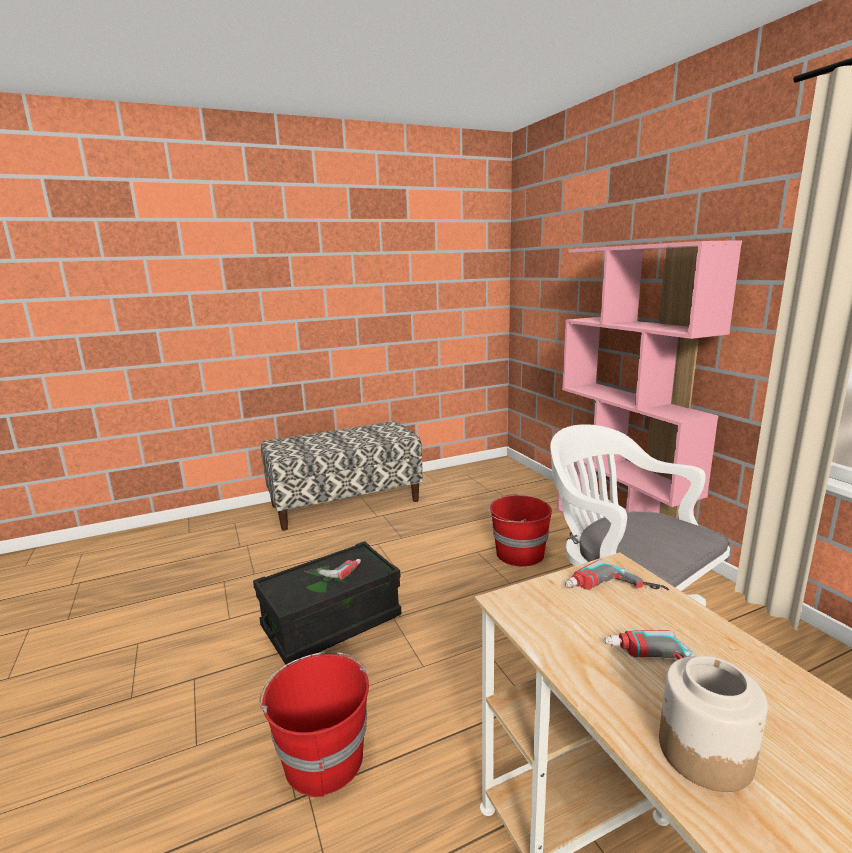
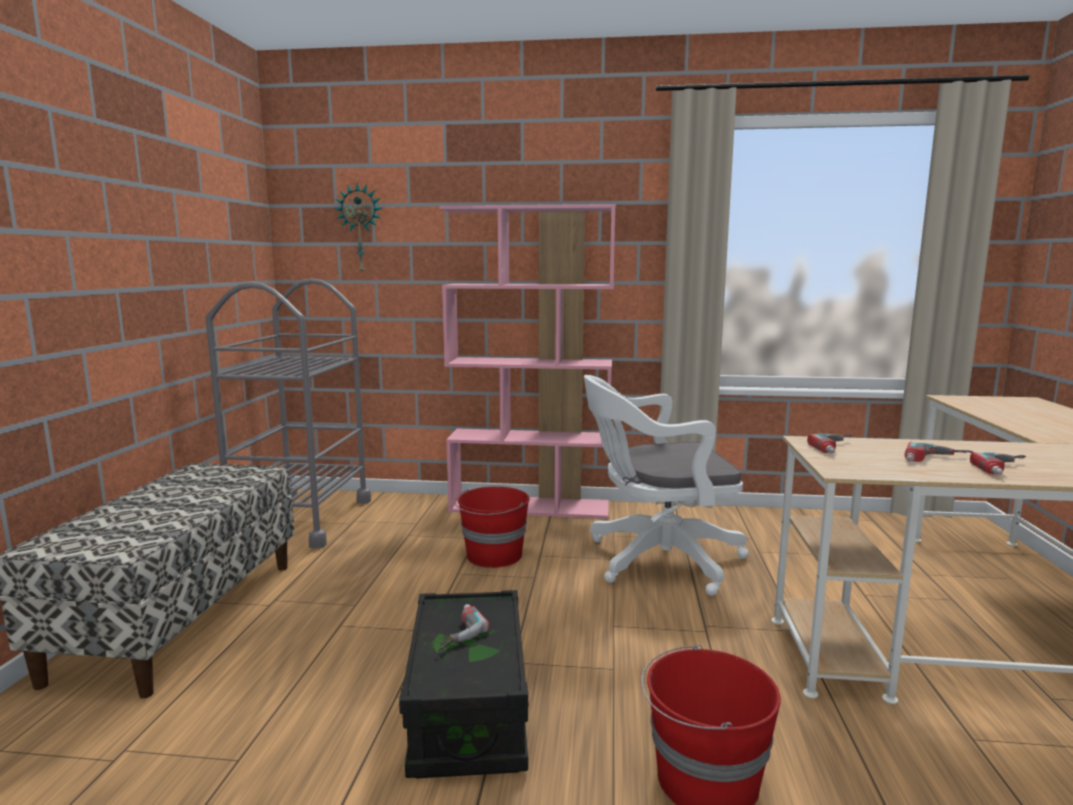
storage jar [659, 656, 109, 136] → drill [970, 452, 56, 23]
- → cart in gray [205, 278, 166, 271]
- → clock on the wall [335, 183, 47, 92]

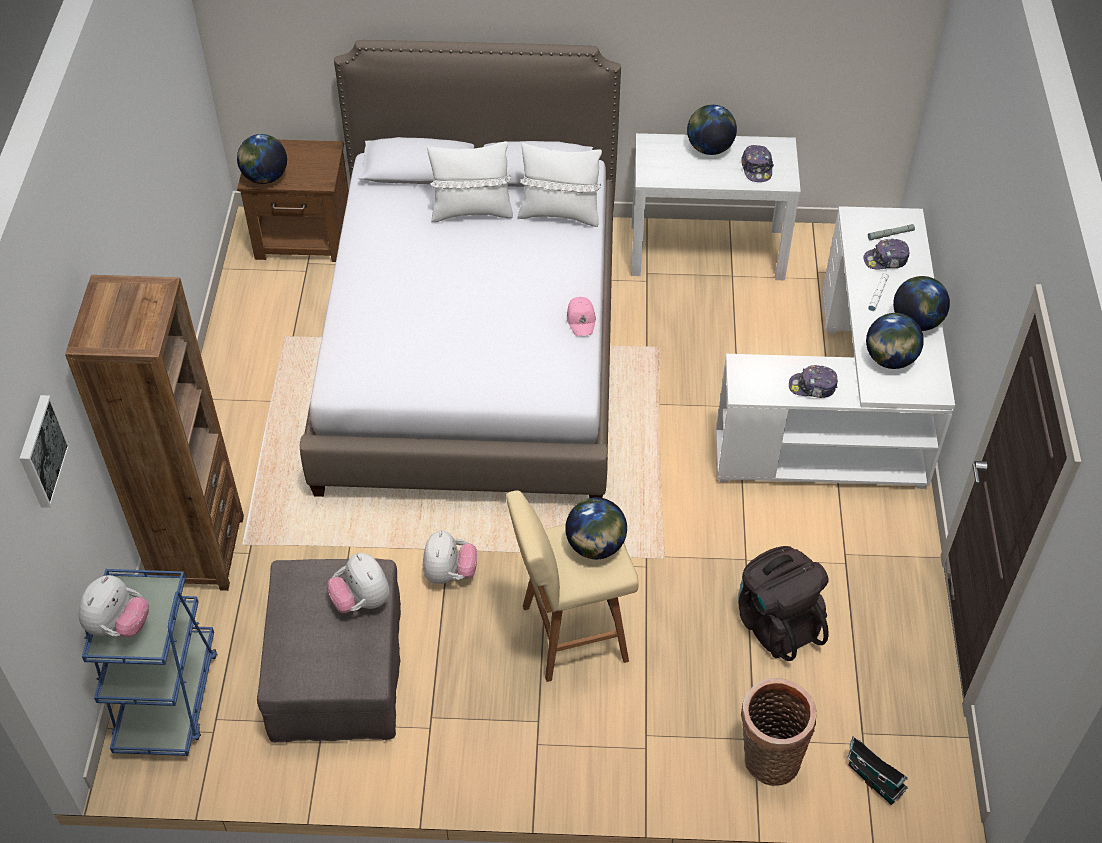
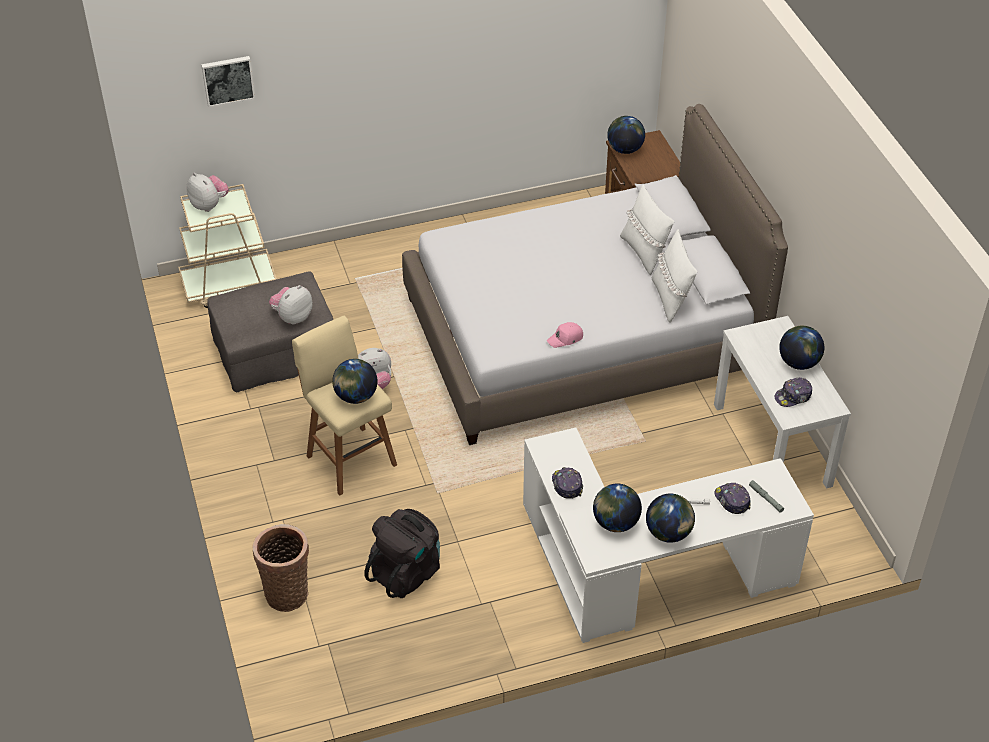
shelving unit in brown [65, 275, 179, 316] → -
cuddly toy [78, 575, 71, 62] → cuddly toy [187, 173, 42, 39], 135 degrees counterclockwise
cart in blue [82, 569, 136, 187] → cart in beige [178, 184, 99, 124]
model house [847, 737, 61, 68] → -

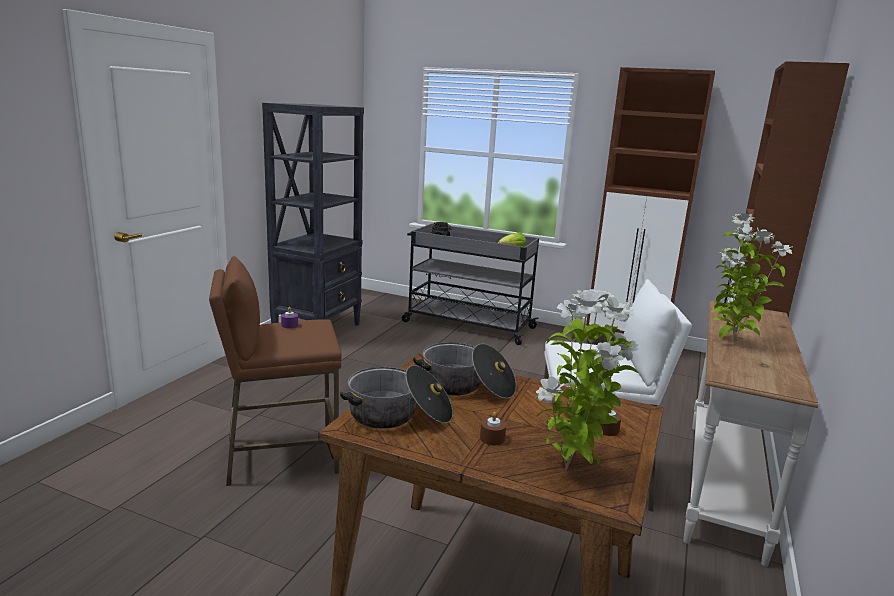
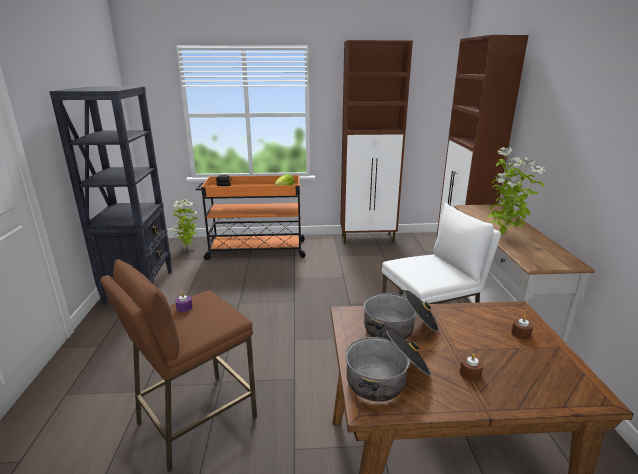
cart in gray [402, 223, 137, 122] → cart in orangey [196, 175, 111, 85]
plant in a pot [536, 289, 103, 181] → plant in a pot [172, 199, 26, 50], relocated

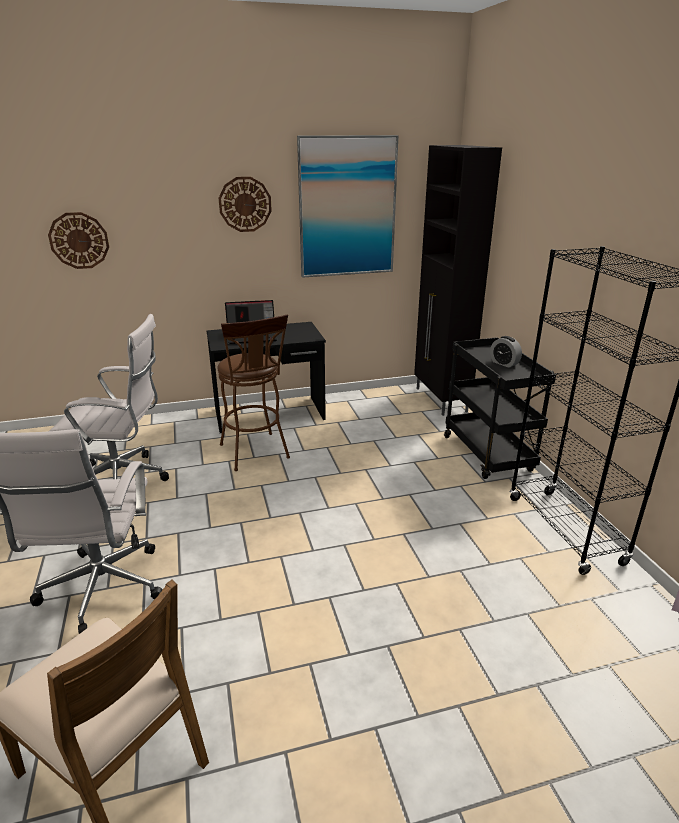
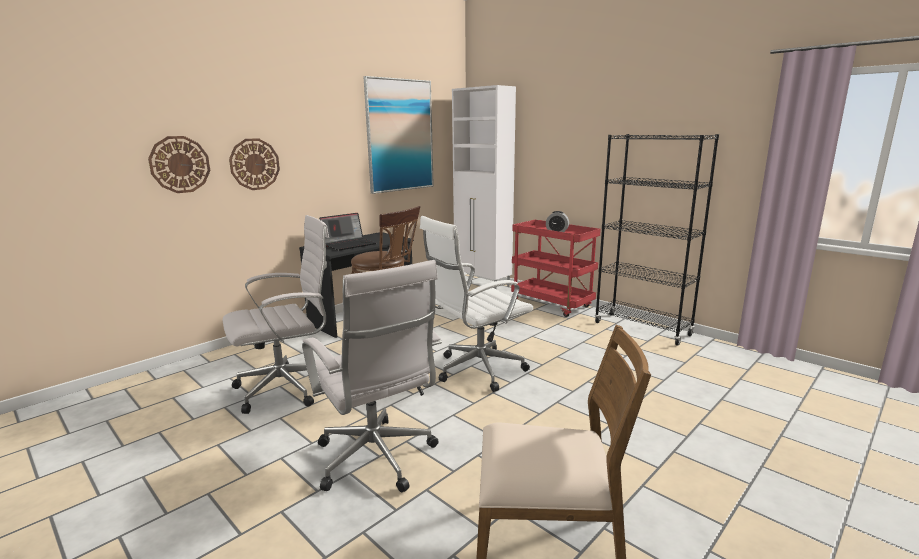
clock on the wall [219, 177, 53, 55] → clock on the wall [229, 138, 51, 52], relocated
cabinet in black-coloured [414, 145, 88, 271] → cabinet in white [452, 85, 64, 205]
cart in black-coloured [444, 337, 112, 142] → cart in red-coloured [511, 220, 90, 97]
- → computer chair in white [420, 216, 113, 176]

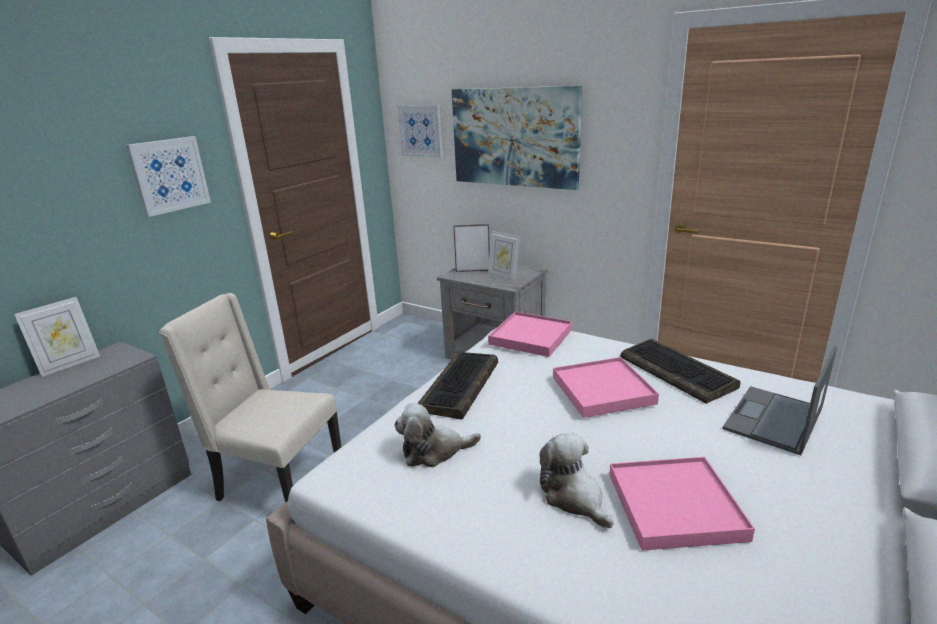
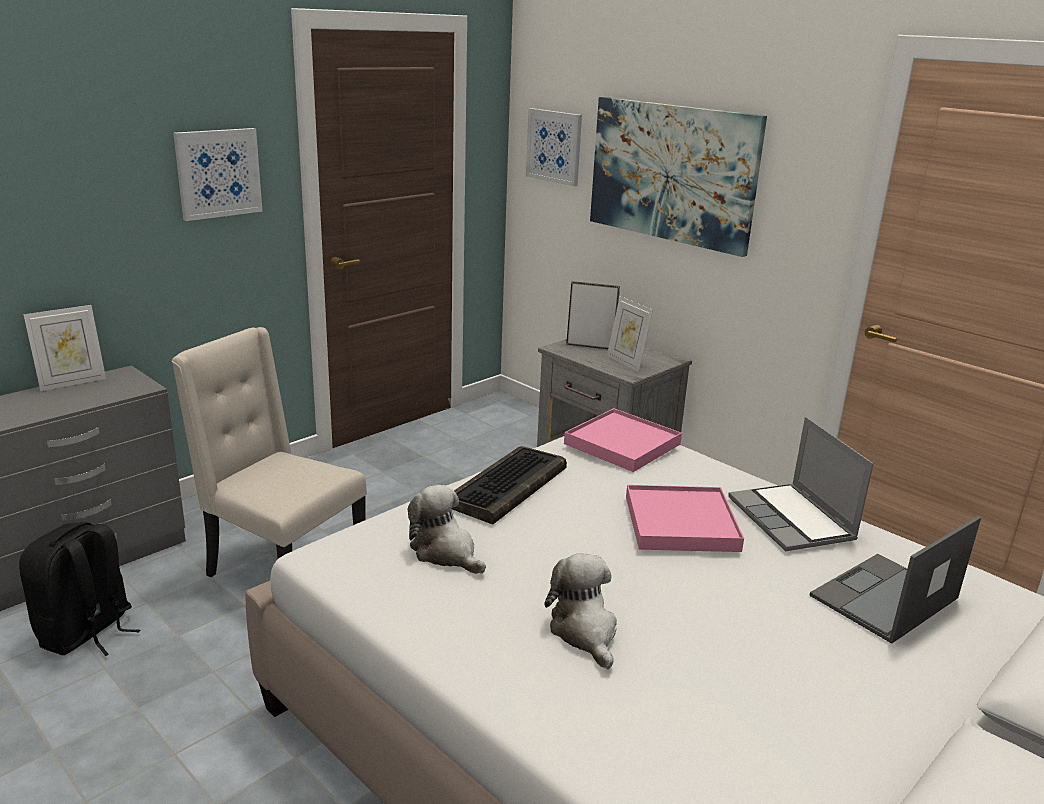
cuddly toy [394, 403, 87, 64] → cuddly toy [408, 485, 78, 89], 45 degrees clockwise
serving tray in pink [609, 457, 146, 94] → -
PC keyboard [620, 339, 120, 65] → portable computer [728, 417, 146, 134]
- → backpack in black-coloured [19, 522, 122, 134]

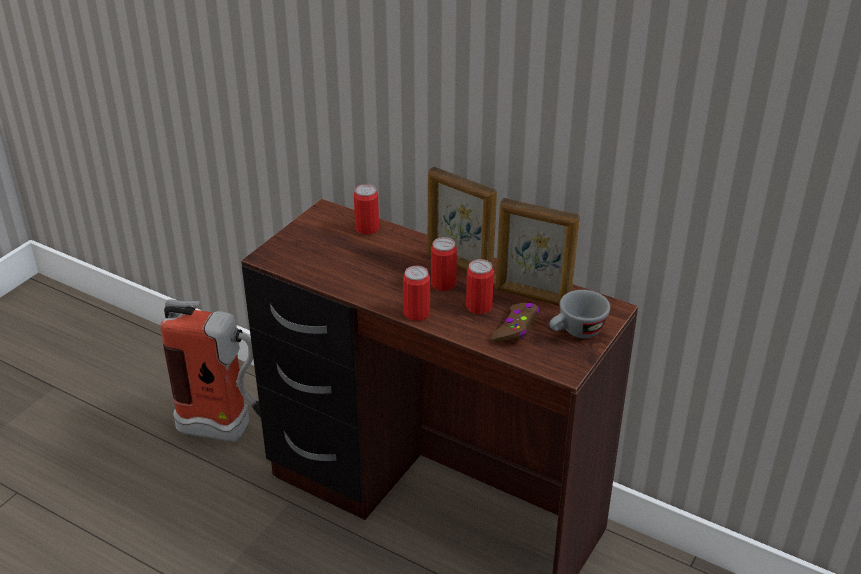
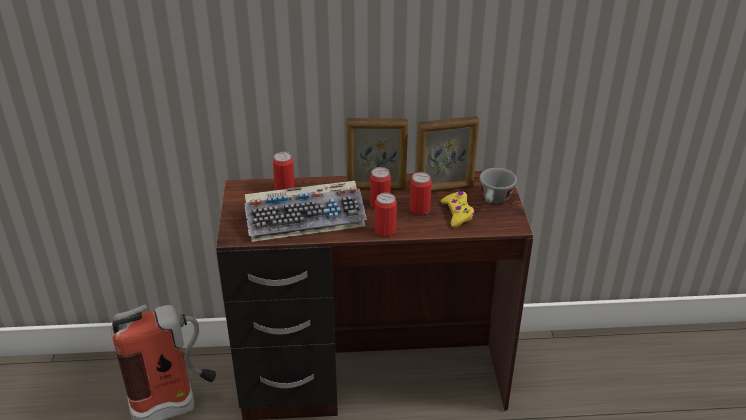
gamepad in brown [491, 303, 48, 39] → gamepad in yellow [441, 191, 34, 37]
- → PC keyboard [244, 181, 123, 61]

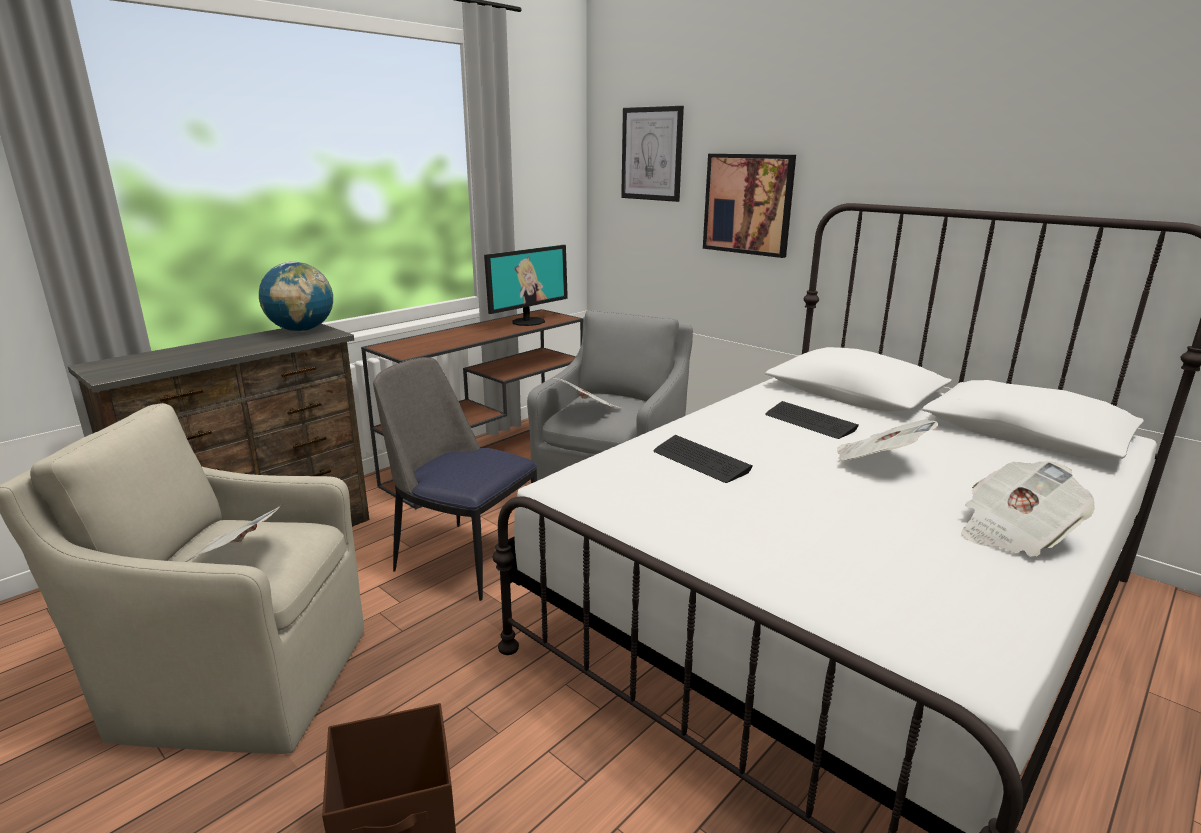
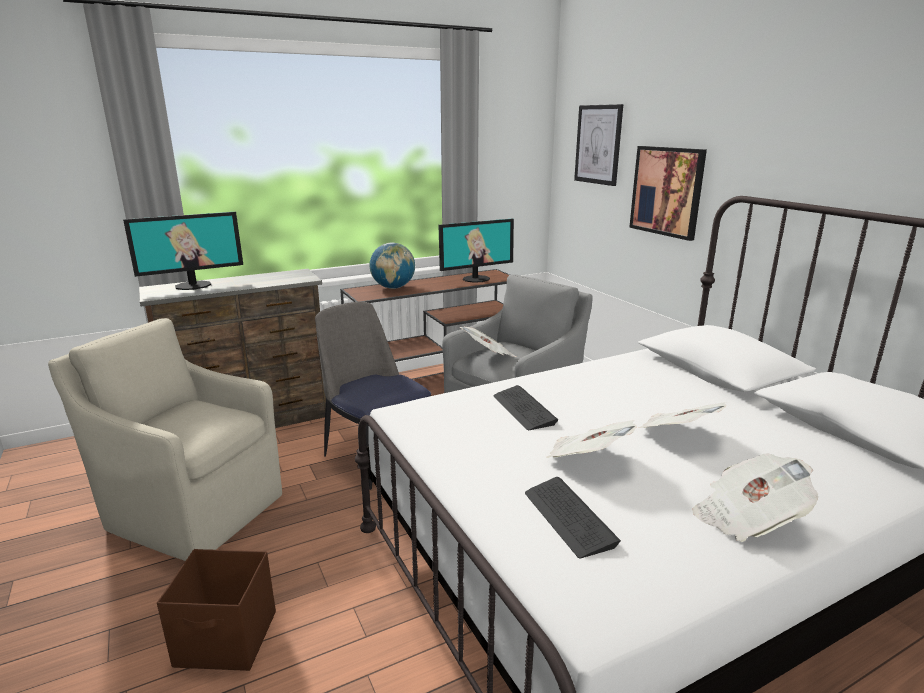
newspaper [185, 502, 103, 60] → newspaper [546, 420, 91, 38], relocated
globe [259, 262, 74, 70] → globe [369, 243, 46, 46], relocated
PC keyboard [765, 401, 94, 38] → PC keyboard [525, 477, 96, 81], relocated
- → computer screen [123, 212, 120, 78]

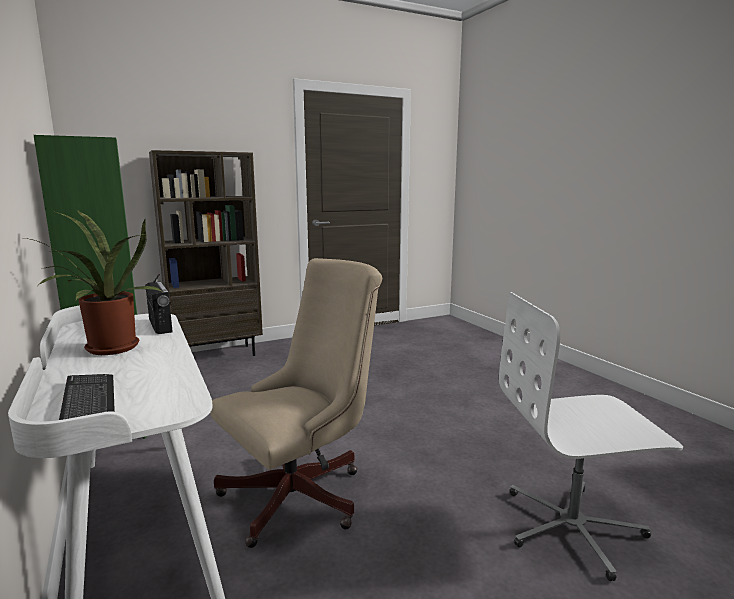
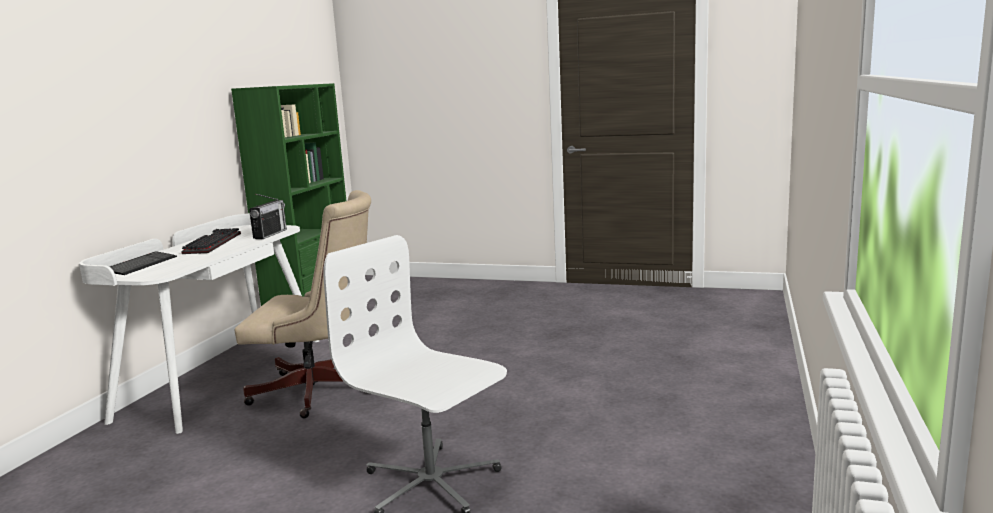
plant in a pot [25, 210, 137, 145] → PC keyboard [181, 228, 60, 26]
shelving unit in brown [149, 150, 114, 206] → -

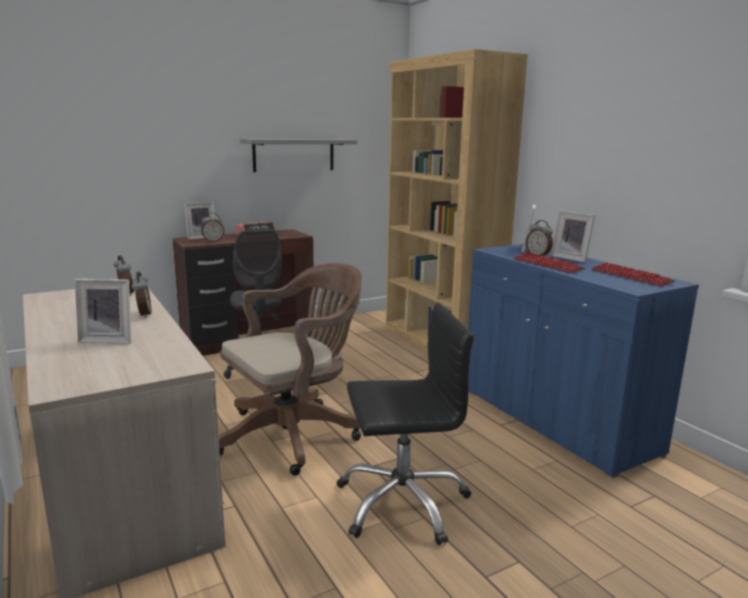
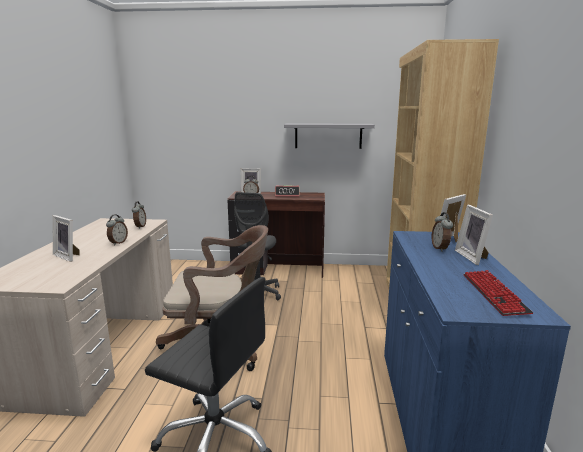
PC keyboard [514, 252, 72, 21] → -

